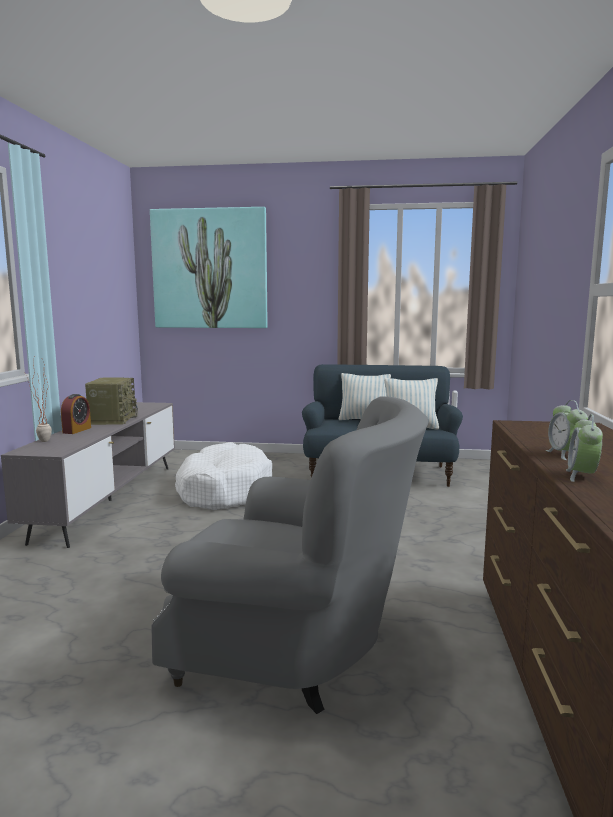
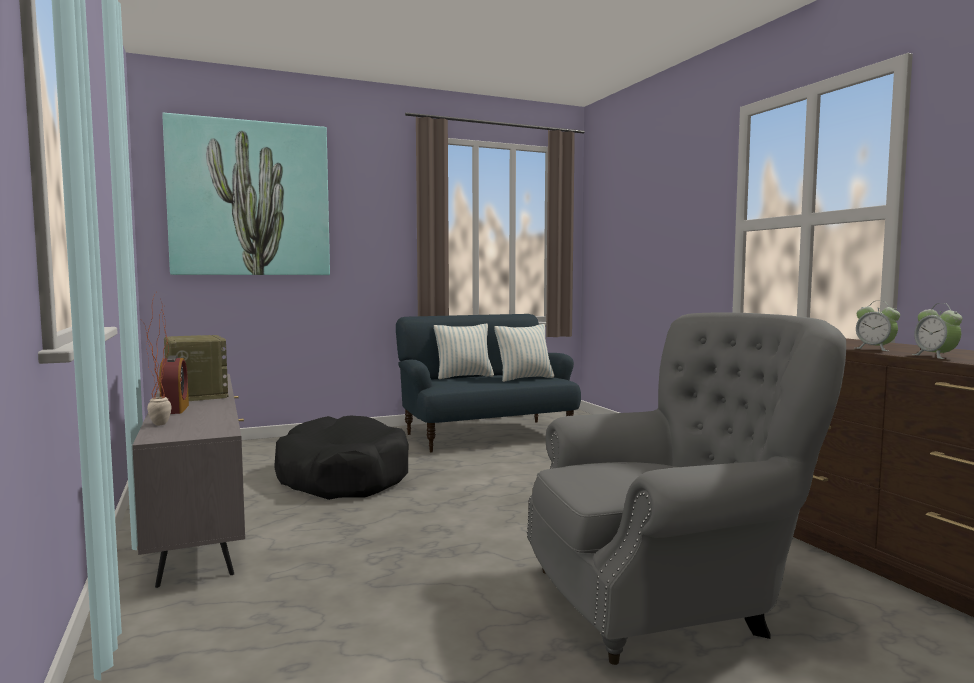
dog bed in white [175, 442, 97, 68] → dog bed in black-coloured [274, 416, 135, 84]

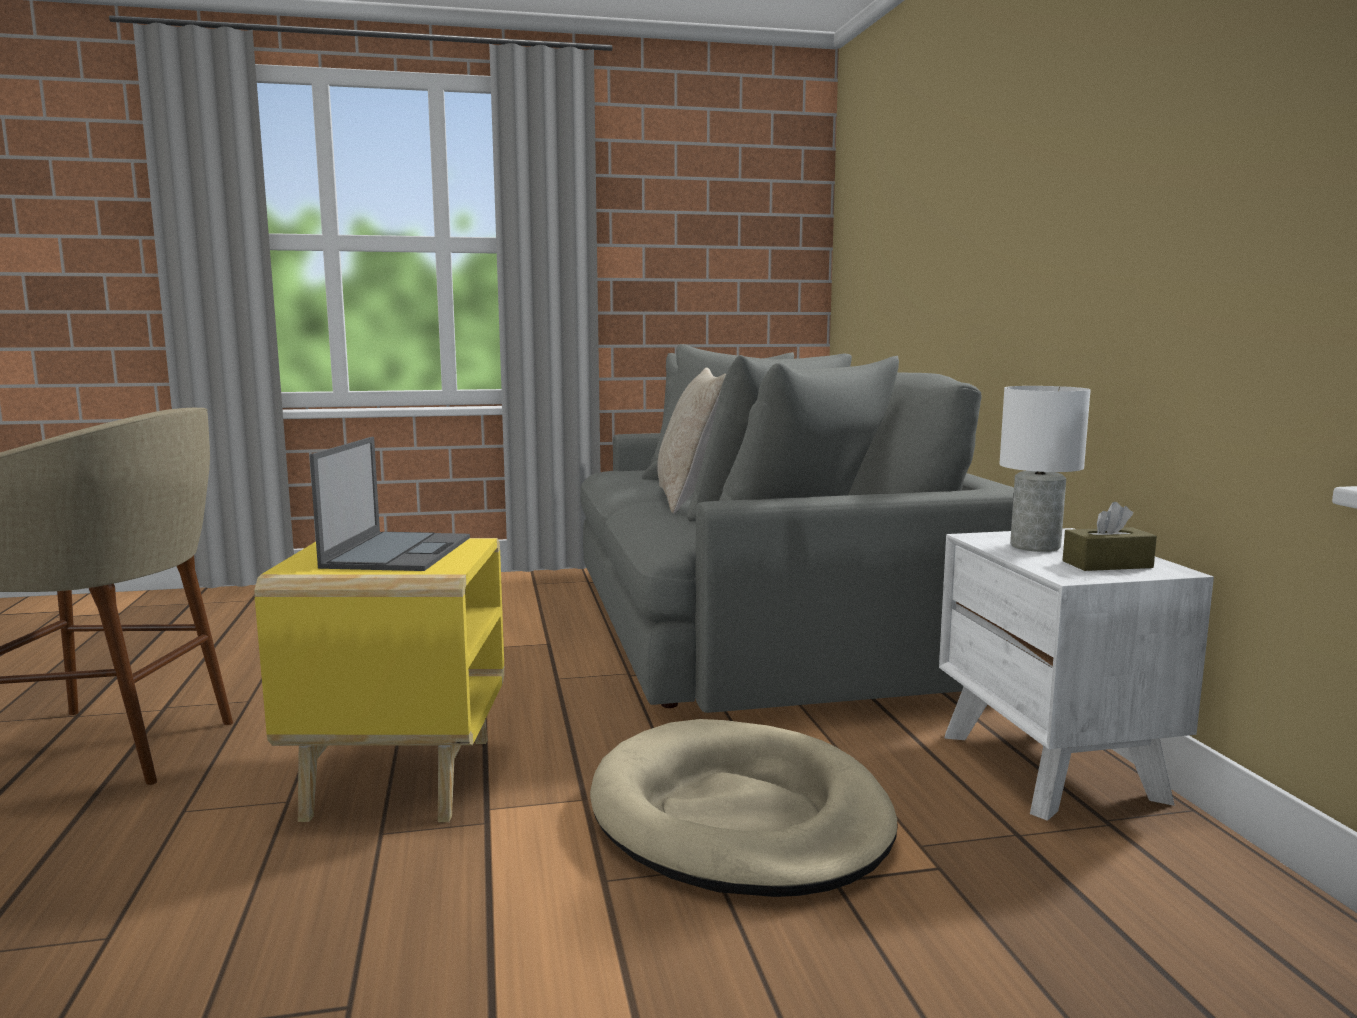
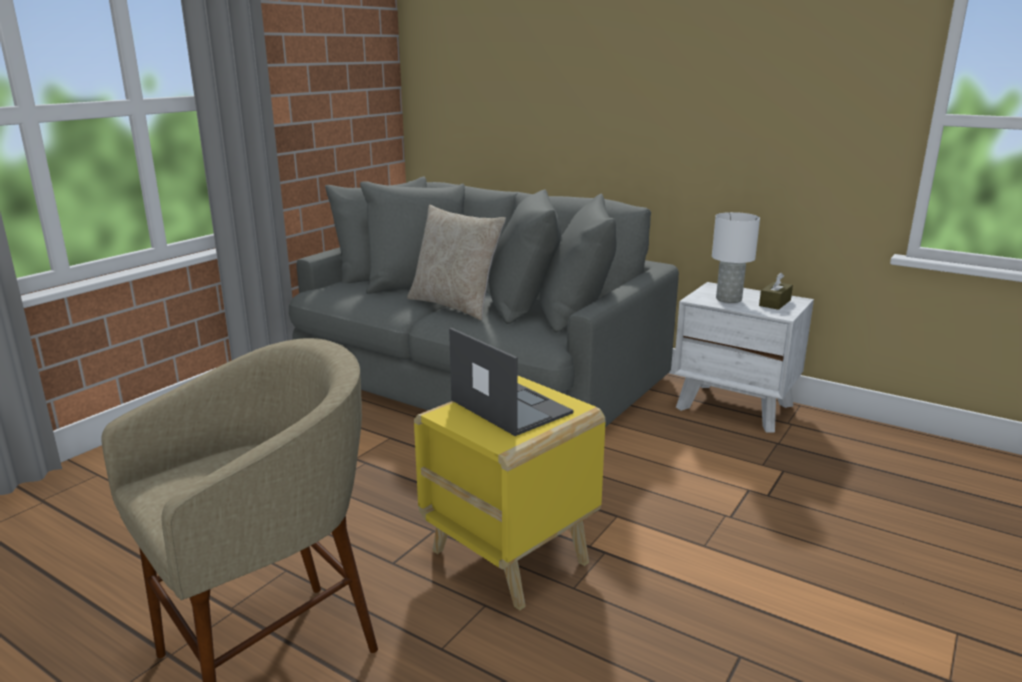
dog bed in beige [590, 719, 307, 178] → -

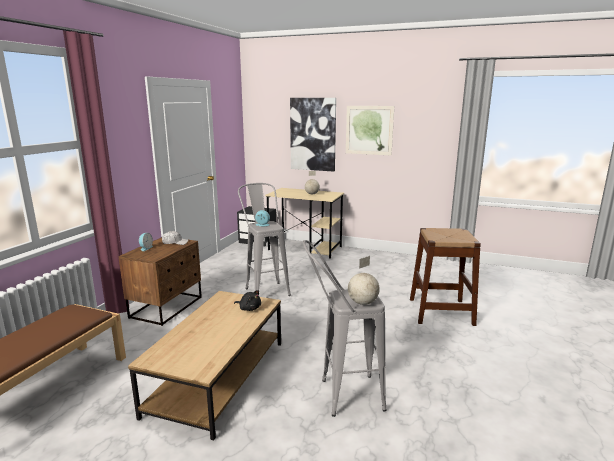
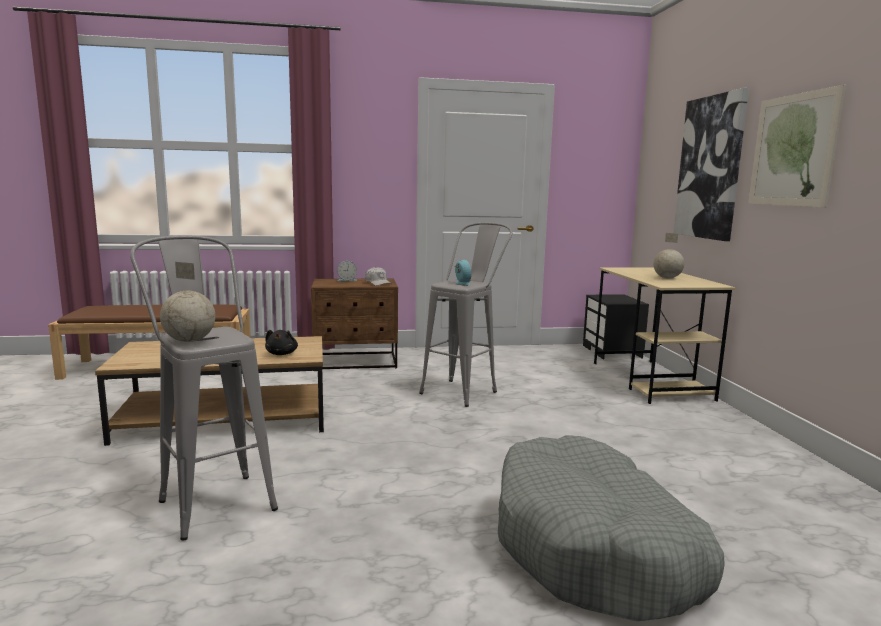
stool seat in brown [410, 228, 71, 98] → dog bed in gray [498, 435, 227, 186]

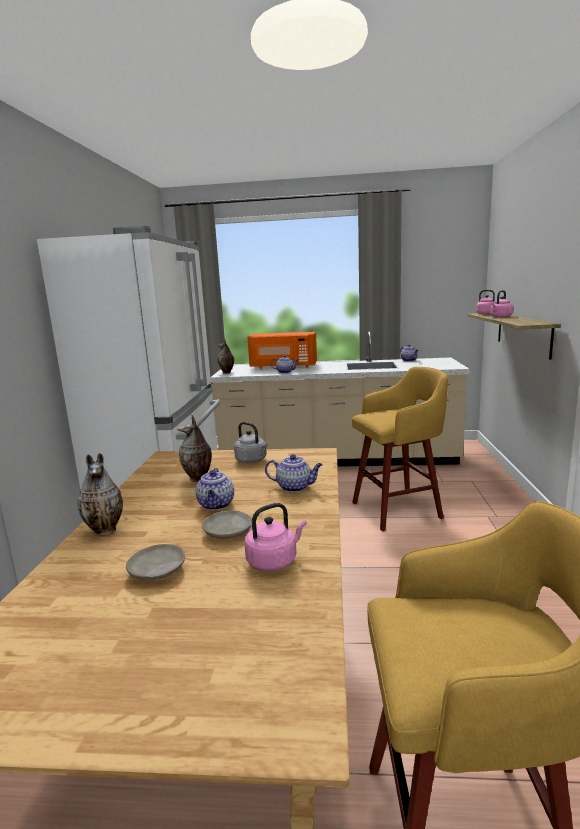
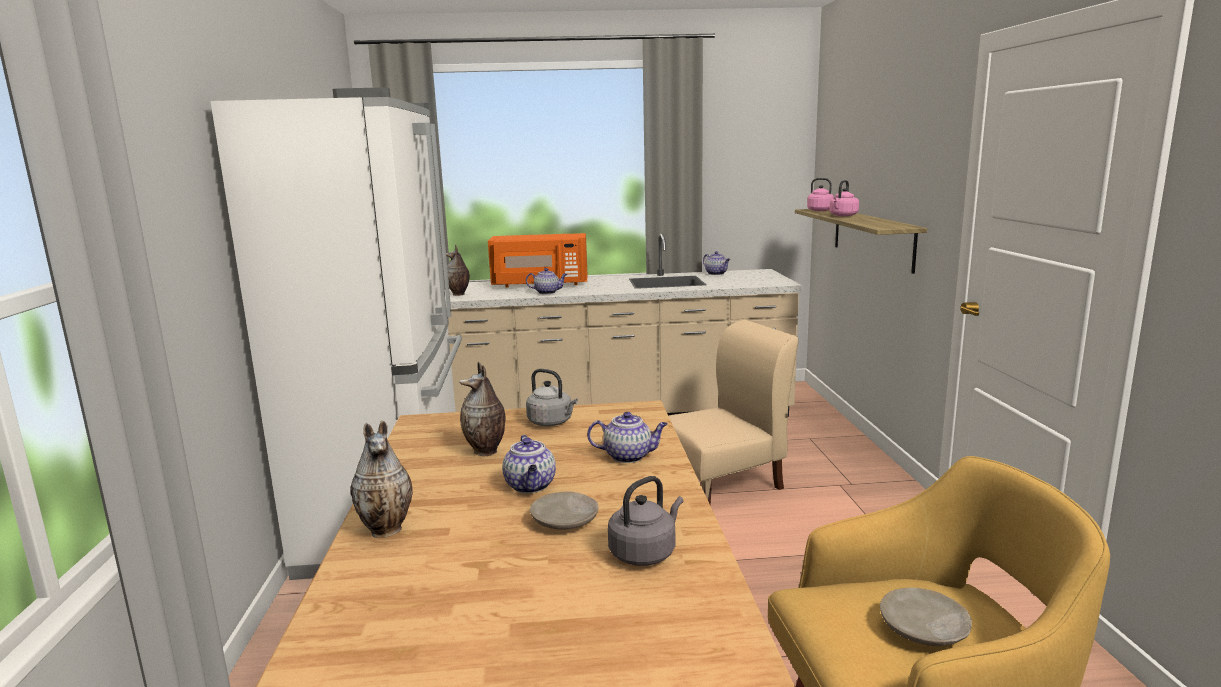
flat dish in beige [126, 544, 59, 36] → flat dish in beige [880, 587, 92, 59], relocated
kettle in pink [244, 503, 63, 68] → kettle in gray [608, 476, 76, 90]
stool seat in yellow [352, 367, 96, 164] → chair in beige [668, 320, 130, 185]

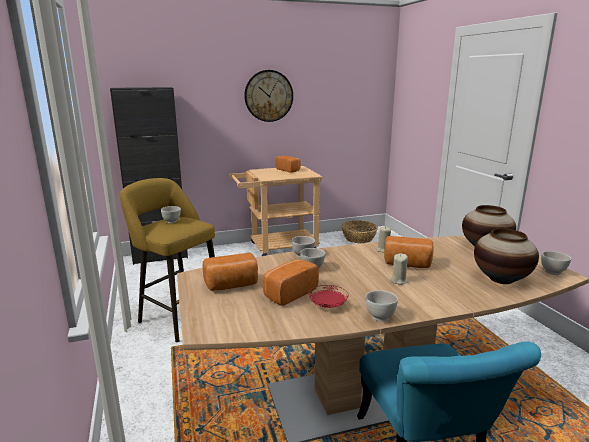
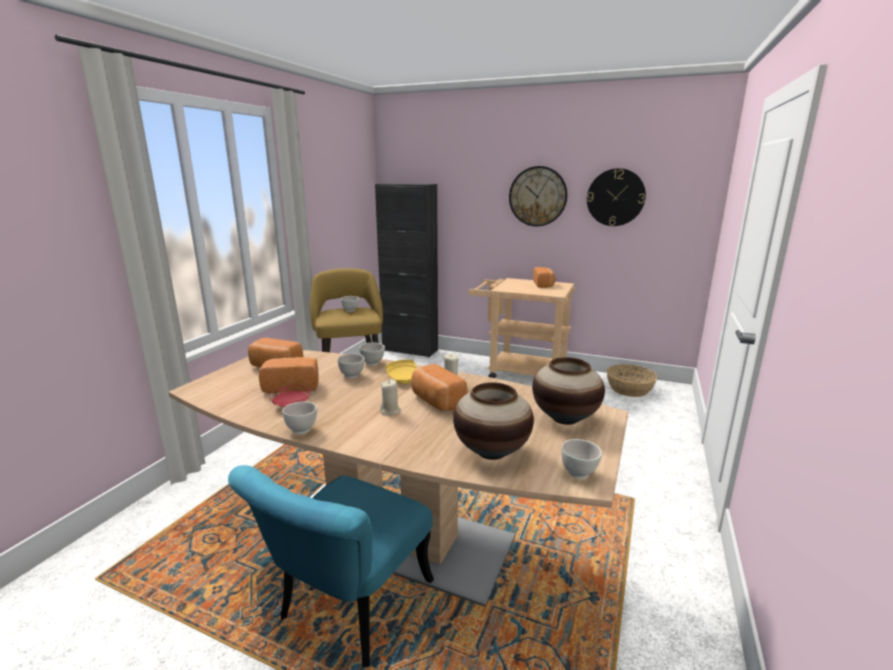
- → flat dish in yellow [386, 360, 32, 24]
- → clock on the wall [587, 168, 59, 58]

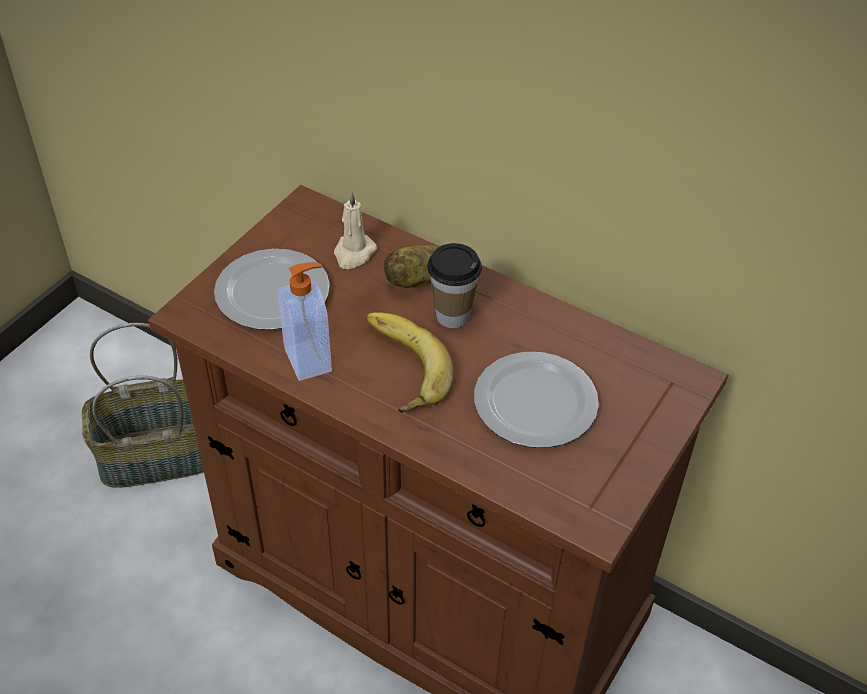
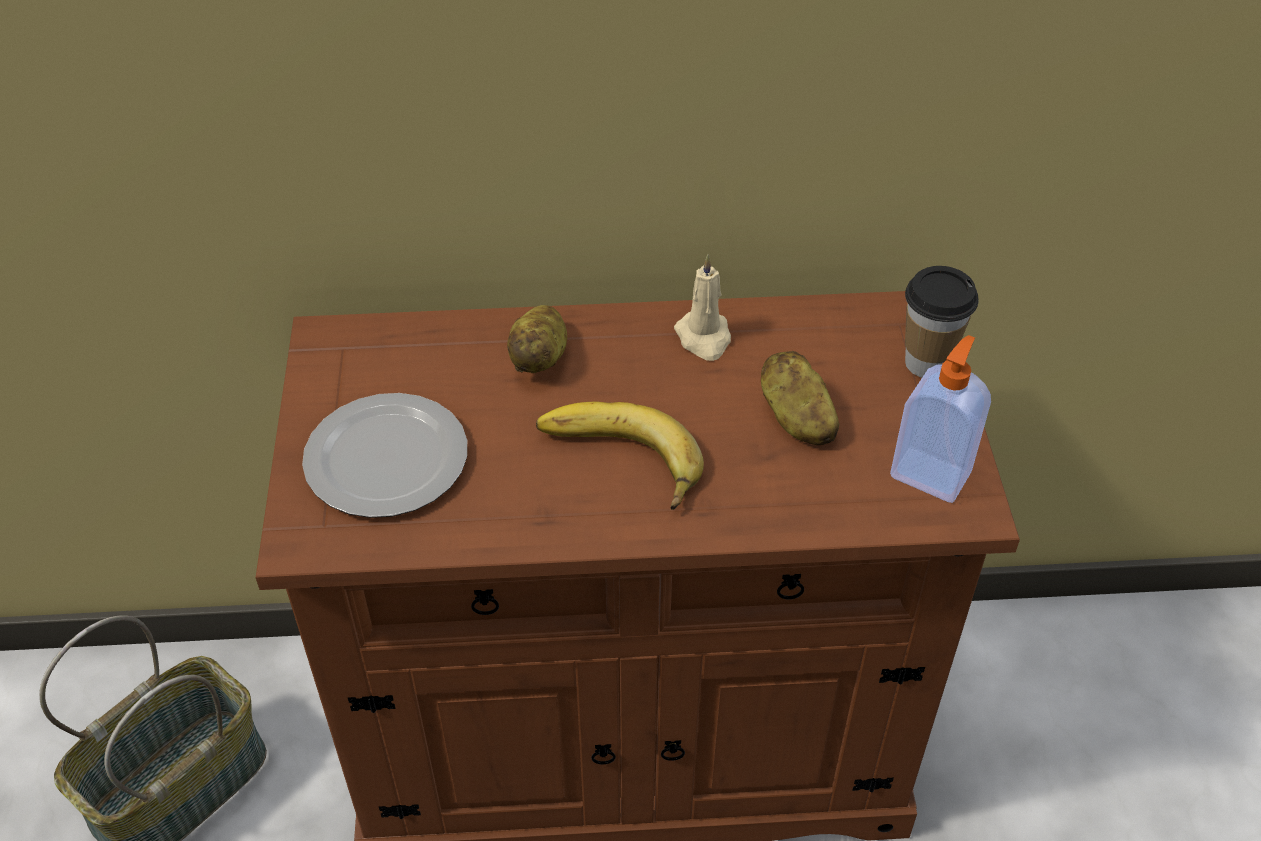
soap bottle [278, 262, 54, 119] → soap bottle [890, 335, 101, 168], relocated
wax light in beige [334, 192, 43, 77] → wax light in beige [674, 254, 57, 107], relocated
cup [427, 243, 55, 85] → cup [905, 266, 73, 112], relocated
flat dish [474, 352, 125, 96] → spud [761, 351, 79, 94]

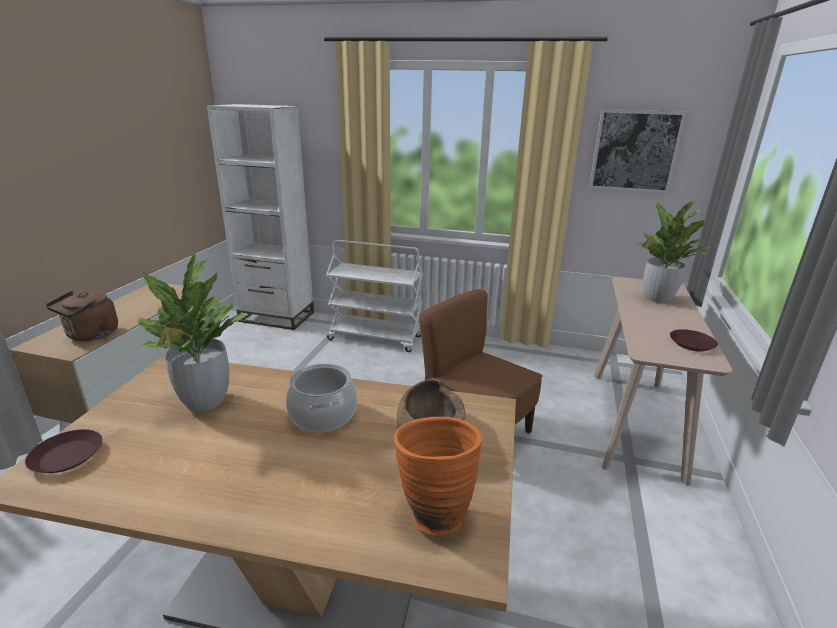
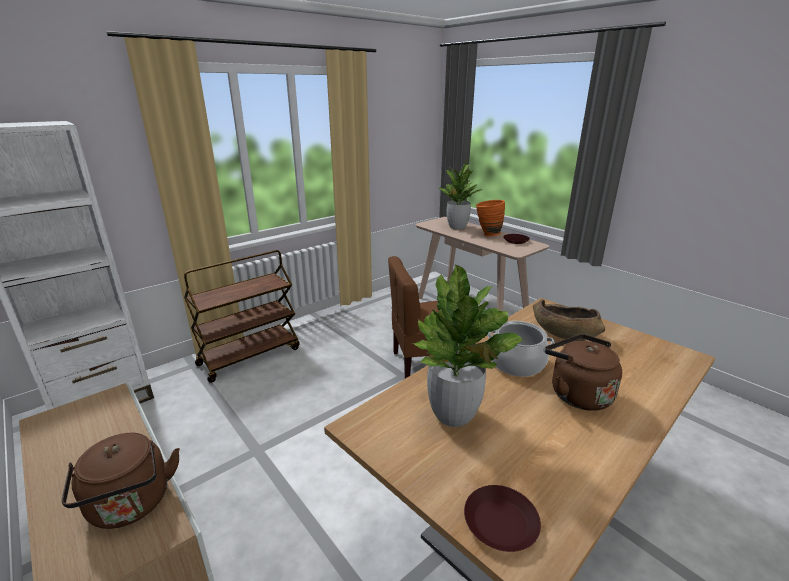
cart in white [326, 240, 97, 112] → cart in brown [184, 250, 115, 133]
flower vase in orangey [393, 417, 90, 119] → flower vase in orangey [476, 200, 29, 36], relocated
wall art [589, 109, 97, 84] → -
- → kettle in brown [545, 334, 77, 77]

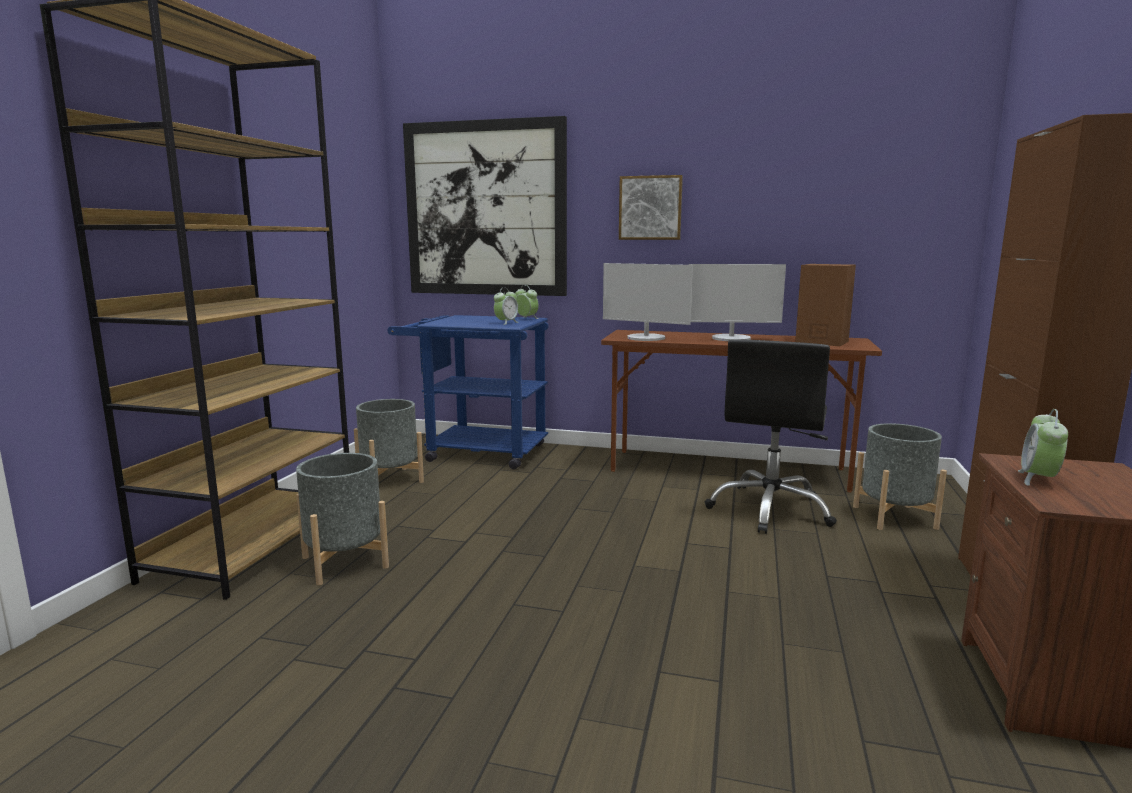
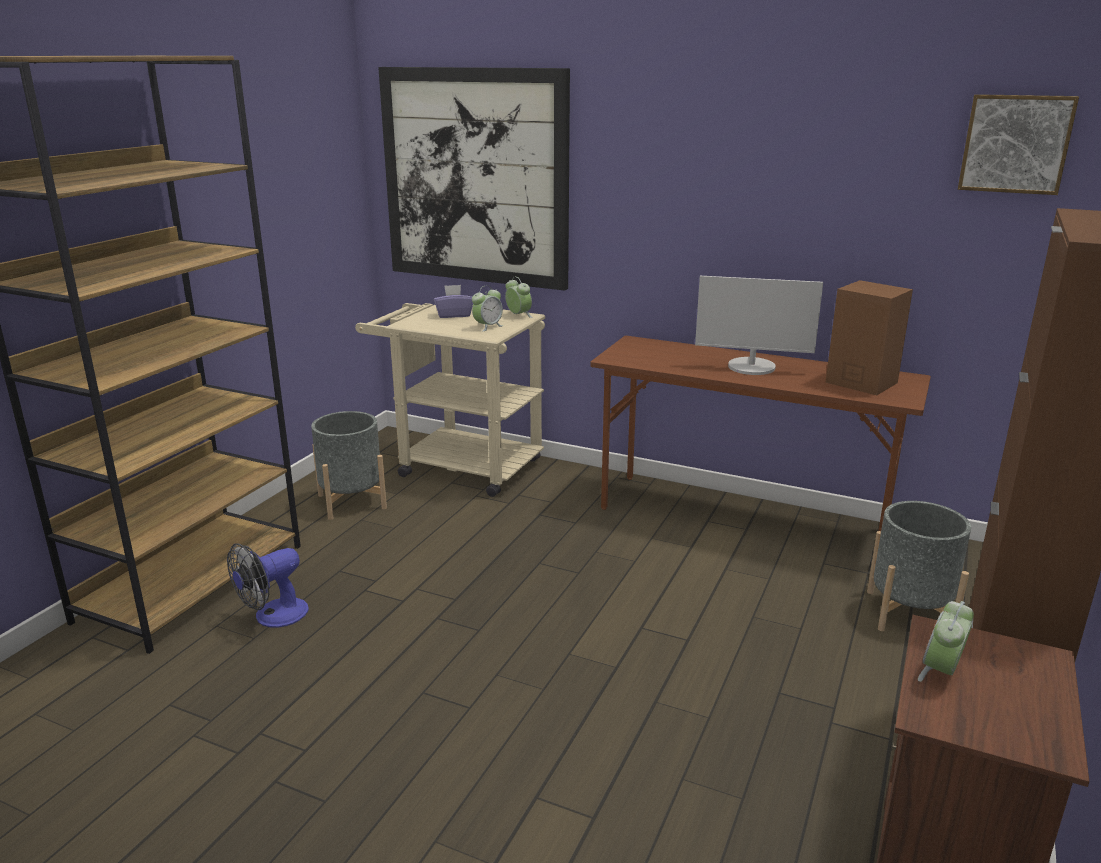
planter in gray [296, 453, 93, 132] → electric fan [227, 543, 82, 85]
cart in blue [388, 315, 161, 155] → cart in beige [355, 303, 190, 194]
computer screen [603, 263, 90, 78] → -
wall art [619, 175, 64, 65] → wall art [958, 94, 121, 101], relocated
computer chair in black-coloured [705, 339, 132, 195] → -
- → box of tissues in purplish [434, 285, 39, 33]

